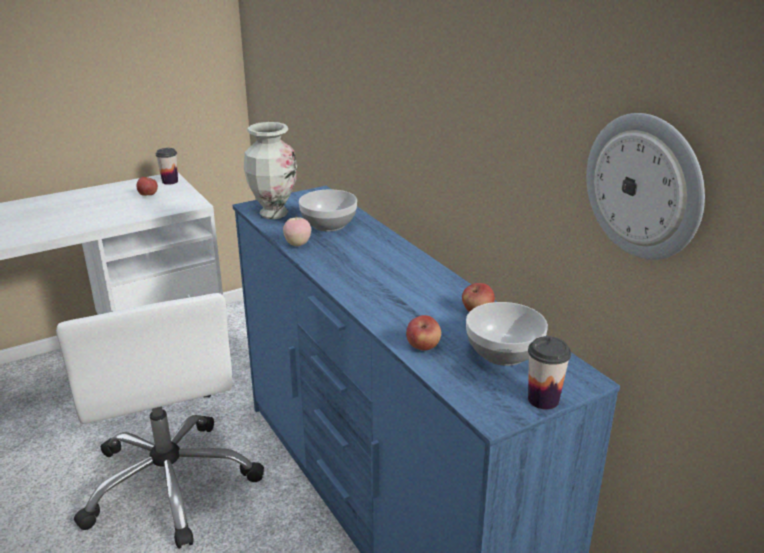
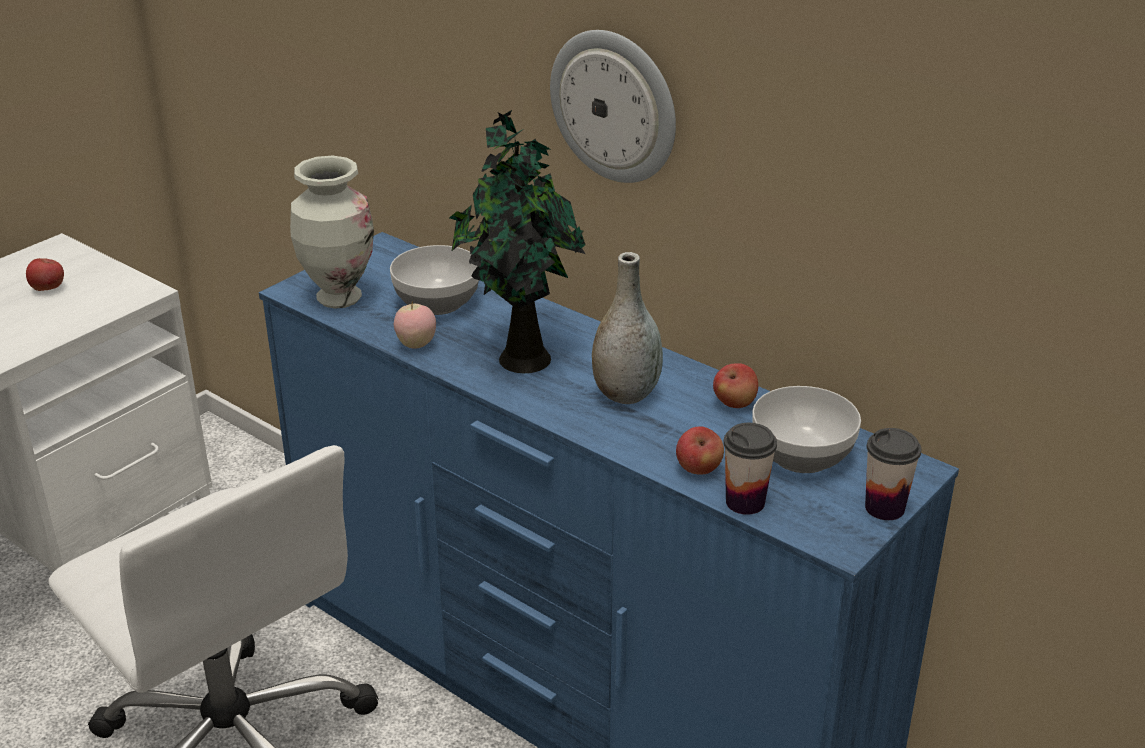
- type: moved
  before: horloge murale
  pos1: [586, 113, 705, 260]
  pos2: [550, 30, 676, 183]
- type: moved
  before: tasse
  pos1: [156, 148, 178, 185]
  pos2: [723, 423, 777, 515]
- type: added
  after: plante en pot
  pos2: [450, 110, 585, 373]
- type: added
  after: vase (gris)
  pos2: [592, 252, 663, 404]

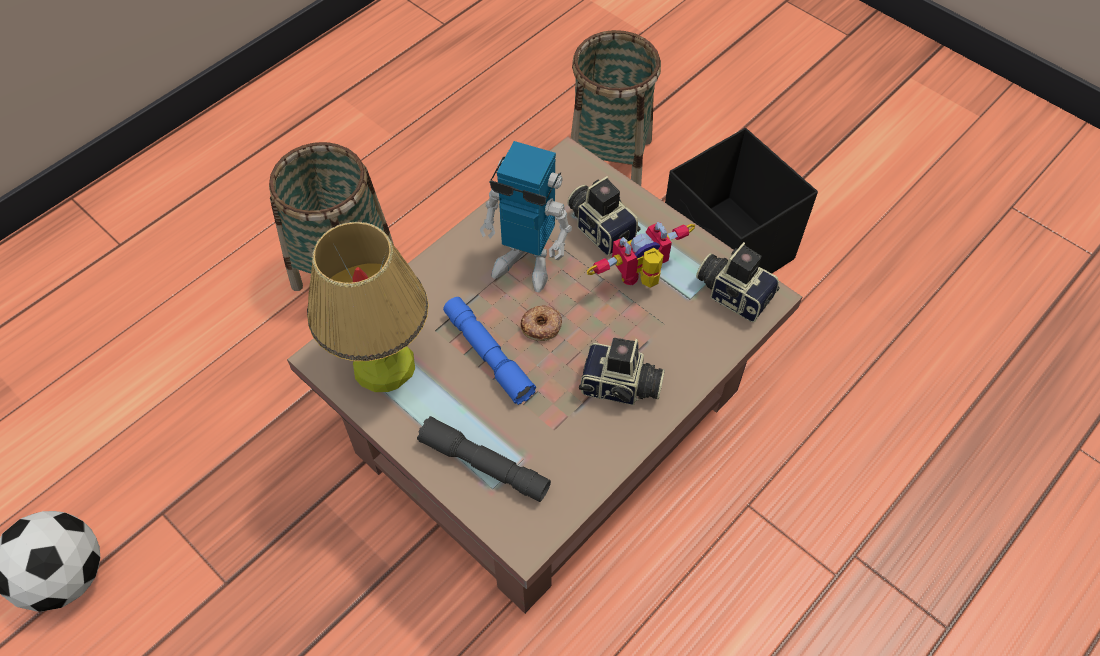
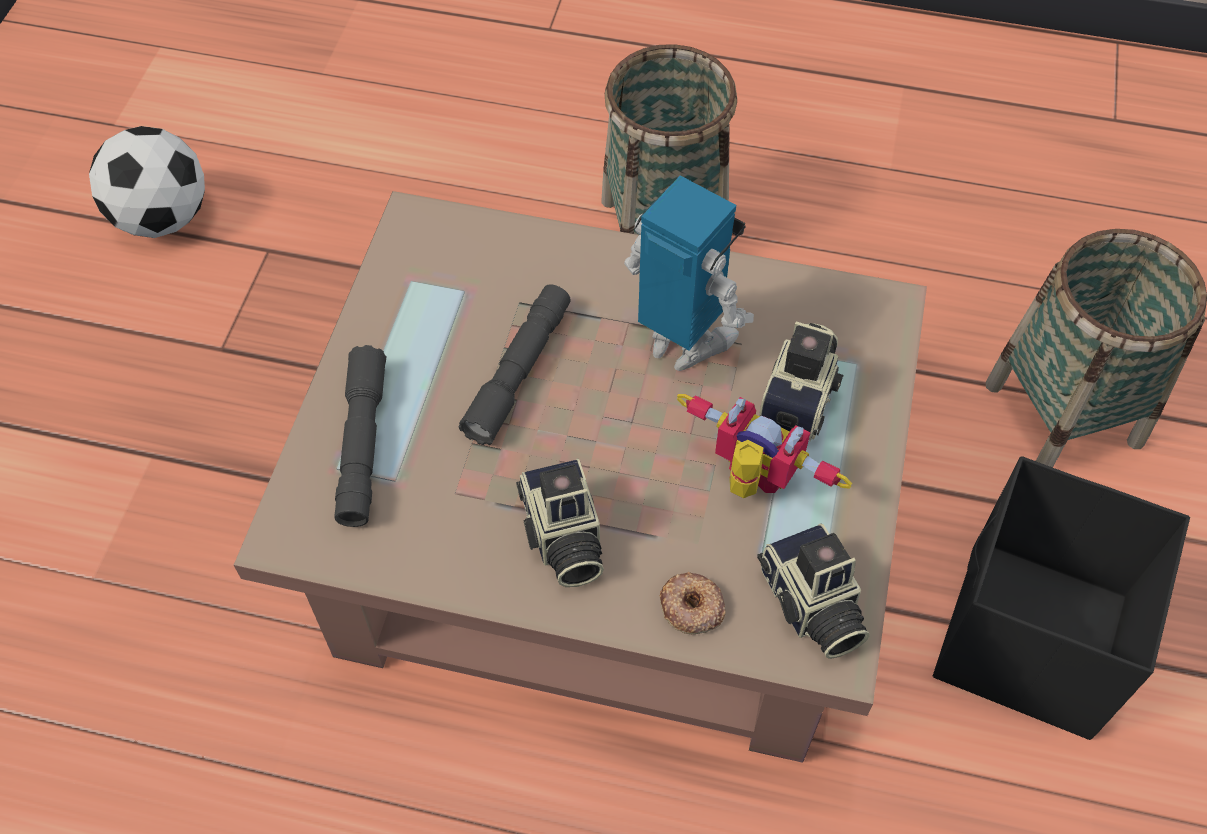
- type: turned
  before: robot jouet
  pos1: [480, 141, 572, 292]
  pos2: [624, 175, 754, 371]
  turn: 135
- type: removed
  before: lampe de table
  pos1: [307, 222, 428, 392]
- type: turned
  before: appareil photo
  pos1: [696, 242, 780, 322]
  pos2: [757, 523, 869, 659]
  turn: 150
- type: recoloured
  before: lampe de poche (bleu)
  after: lampe de poche (gris)
  pos1: [443, 297, 536, 405]
  pos2: [458, 284, 571, 445]
- type: moved
  before: beignet
  pos1: [520, 305, 562, 341]
  pos2: [660, 572, 726, 634]

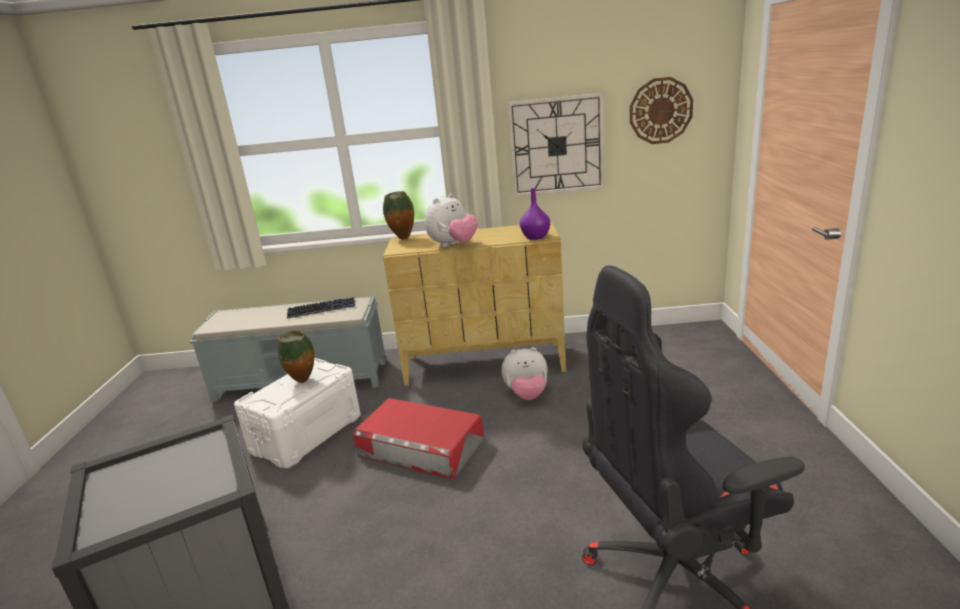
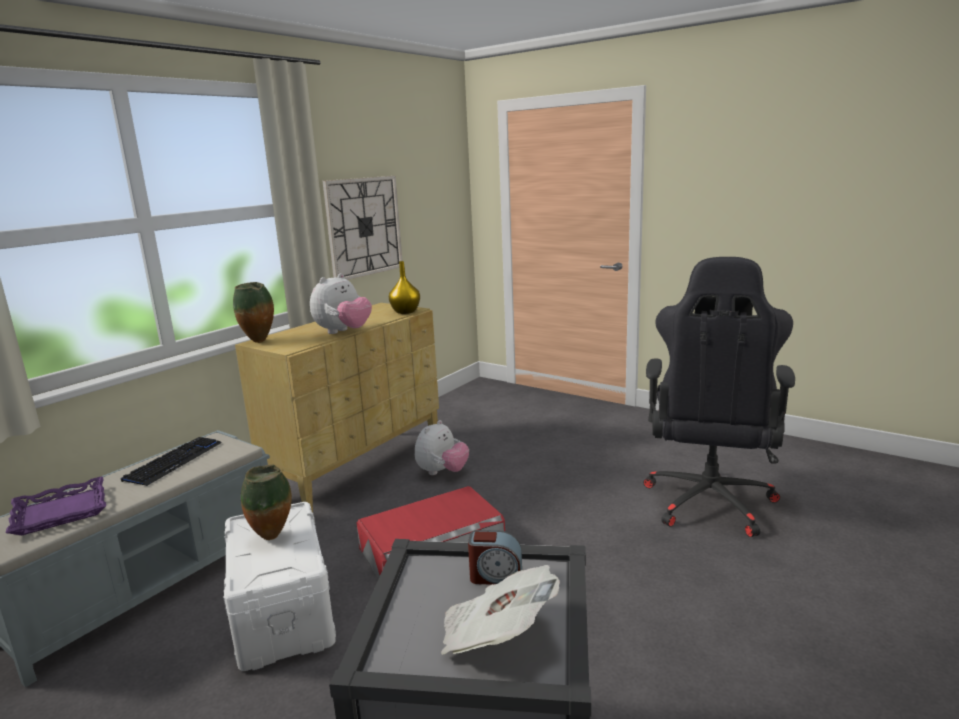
- type: removed
  before: horloge murale
  pos1: [630, 77, 693, 144]
- type: recoloured
  before: vase (violet)
  after: vase (jaune)
  pos1: [520, 188, 550, 240]
  pos2: [389, 261, 420, 314]
- type: turned
  before: peluche
  pos1: [425, 194, 478, 247]
  pos2: [310, 273, 372, 334]
  turn: 45
- type: added
  after: plateau (violet)
  pos2: [6, 477, 106, 535]
- type: added
  after: réveil
  pos2: [468, 530, 522, 585]
- type: added
  after: journal
  pos2: [441, 565, 560, 655]

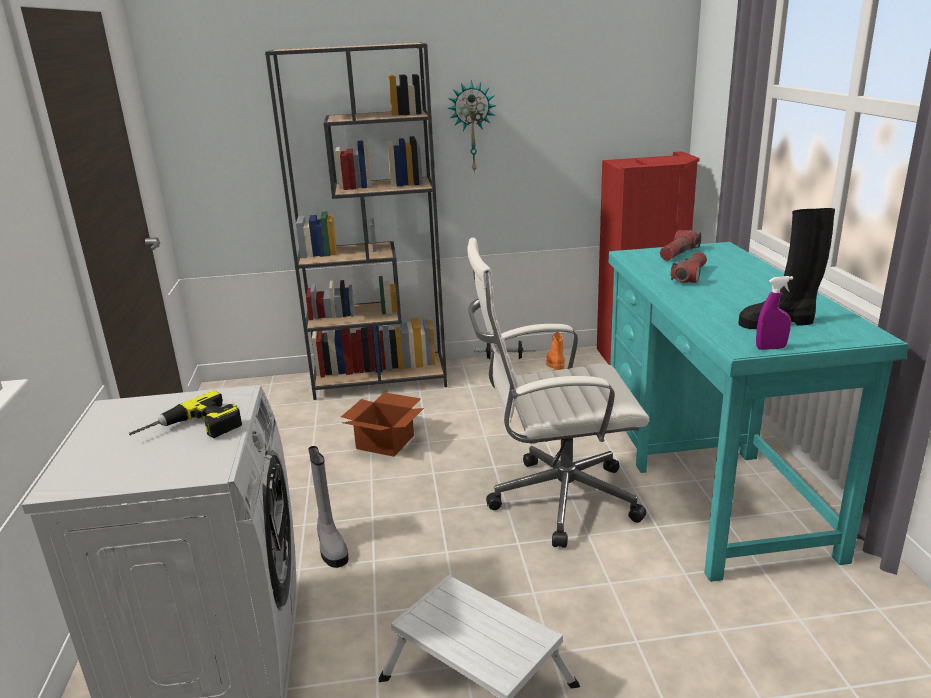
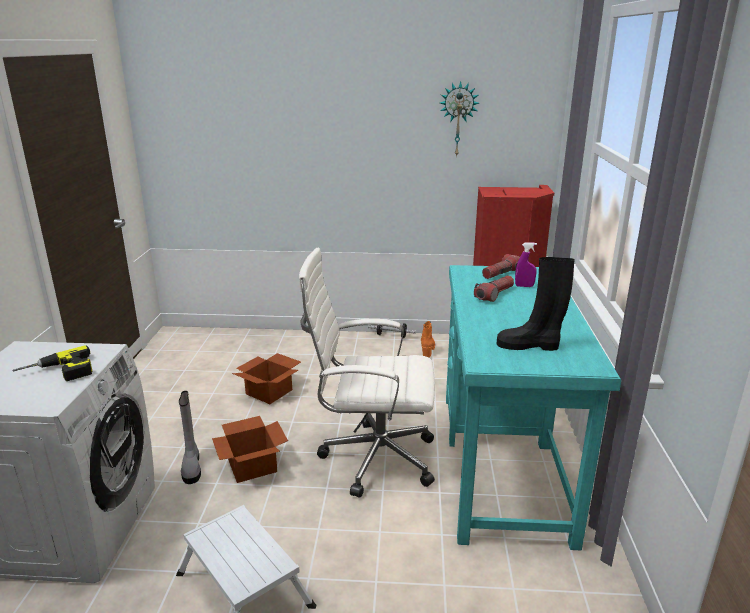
- type: removed
  before: bibliothèque
  pos1: [265, 43, 447, 400]
- type: moved
  before: horloge murale
  pos1: [447, 80, 497, 173]
  pos2: [440, 81, 479, 157]
- type: moved
  before: vaporisateur (violet)
  pos1: [756, 276, 793, 350]
  pos2: [515, 242, 537, 287]
- type: added
  after: carton
  pos2: [212, 416, 288, 483]

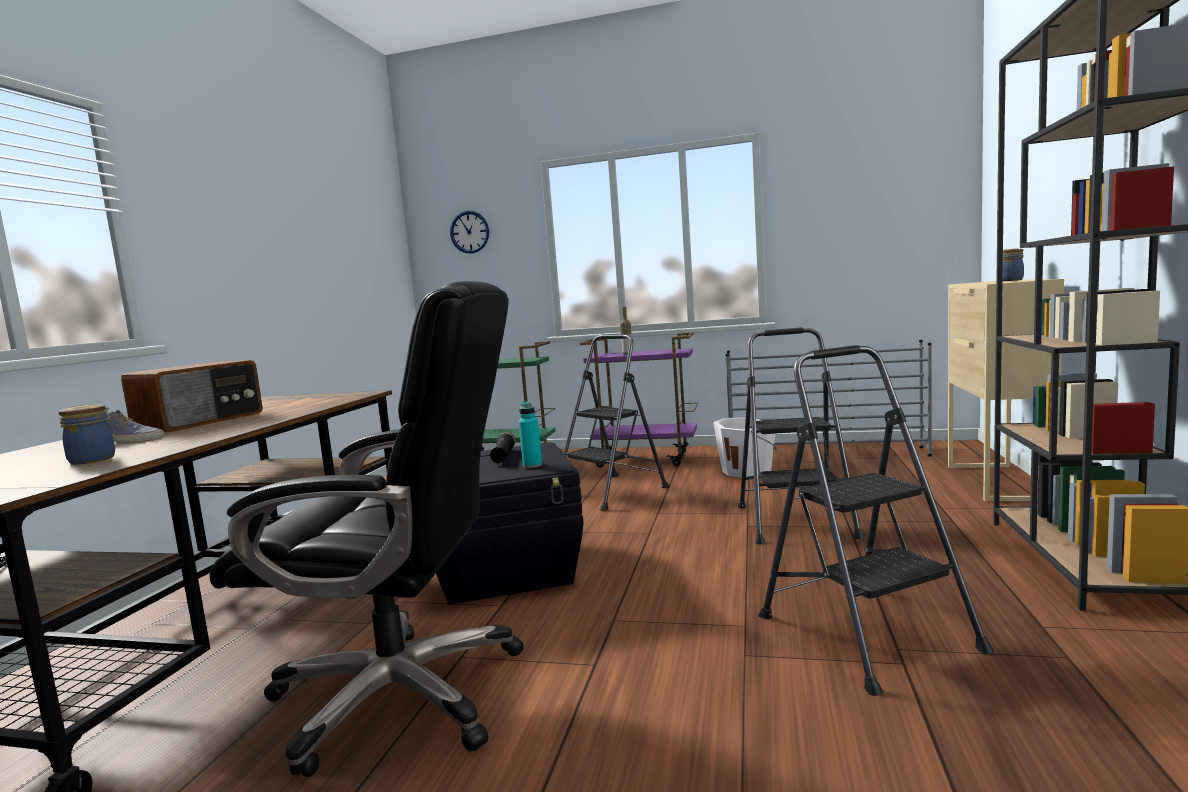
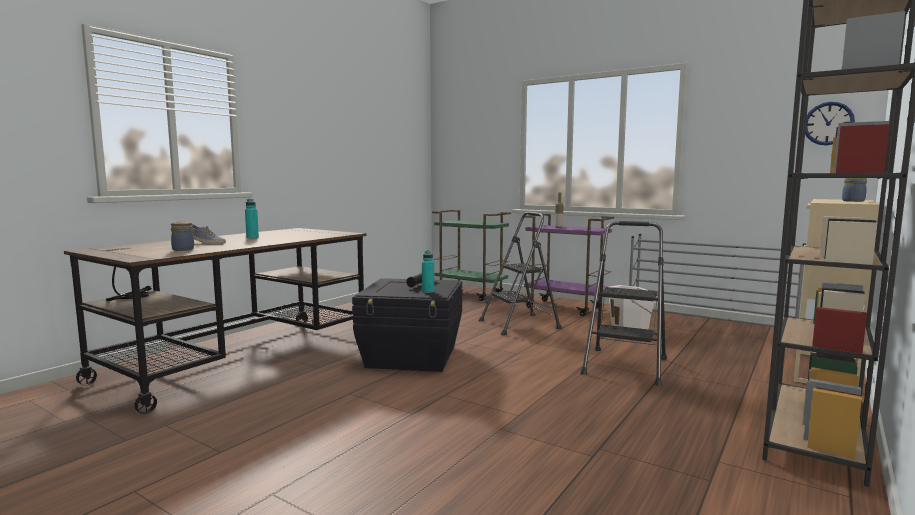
- type: moved
  before: horloge murale
  pos1: [450, 211, 489, 254]
  pos2: [805, 102, 855, 145]
- type: removed
  before: chaise de bureau (noir)
  pos1: [209, 281, 524, 777]
- type: removed
  before: escabeau (noir)
  pos1: [758, 345, 994, 696]
- type: replaced
  before: radio
  after: bouteille (turquoise)
  pos1: [121, 360, 263, 432]
  pos2: [245, 199, 259, 239]

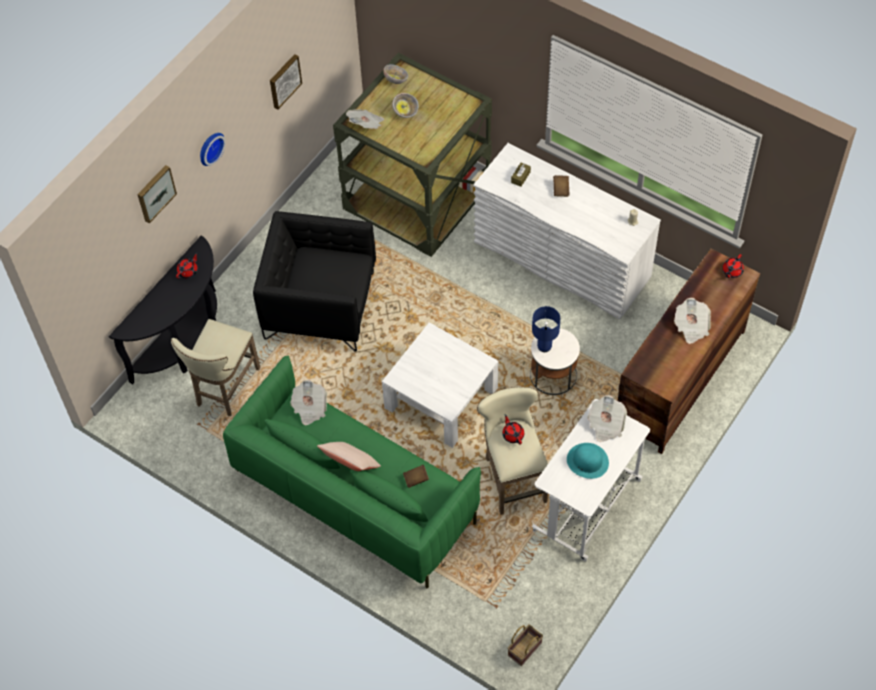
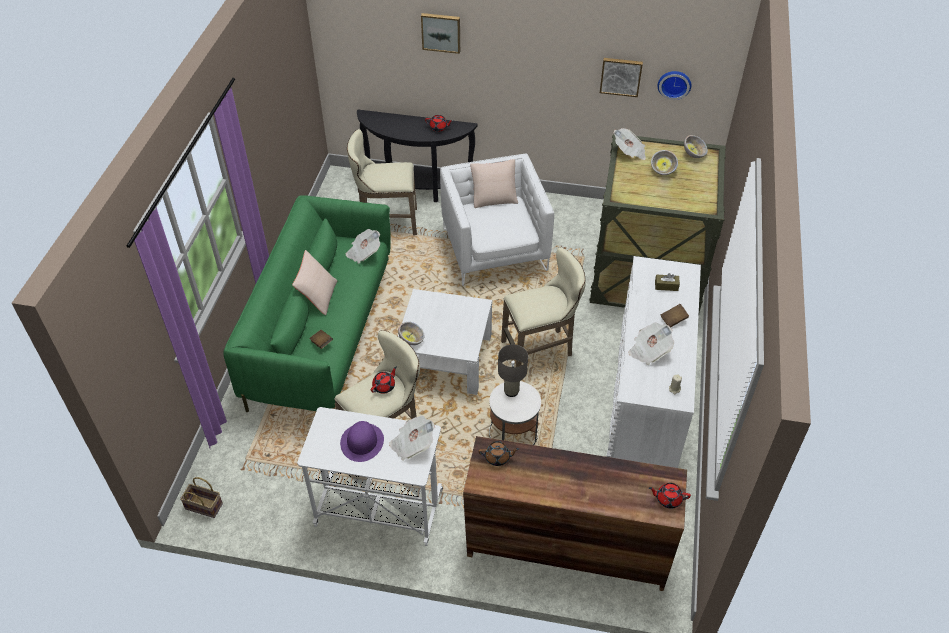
- type: moved
  before: horloge murale
  pos1: [200, 133, 226, 166]
  pos2: [658, 71, 691, 100]
- type: recoloured
  before: fauteuil (noir)
  after: fauteuil (blanc)
  pos1: [253, 211, 376, 352]
  pos2: [440, 153, 554, 286]
- type: moved
  before: journal
  pos1: [674, 298, 711, 344]
  pos2: [628, 322, 674, 365]
- type: recoloured
  before: lampe de table (bleu)
  after: lampe de table (gris)
  pos1: [532, 306, 560, 352]
  pos2: [498, 344, 528, 397]
- type: recoloured
  before: chapeau (turquoise)
  after: chapeau (violet)
  pos1: [567, 443, 609, 479]
  pos2: [340, 421, 384, 462]
- type: added
  after: coussin (beige)
  pos2: [470, 159, 518, 208]
- type: added
  after: tabouret (beige)
  pos2: [501, 247, 586, 367]
- type: added
  after: bol
  pos2: [398, 322, 425, 345]
- type: added
  after: théière (marron)
  pos2: [478, 441, 519, 466]

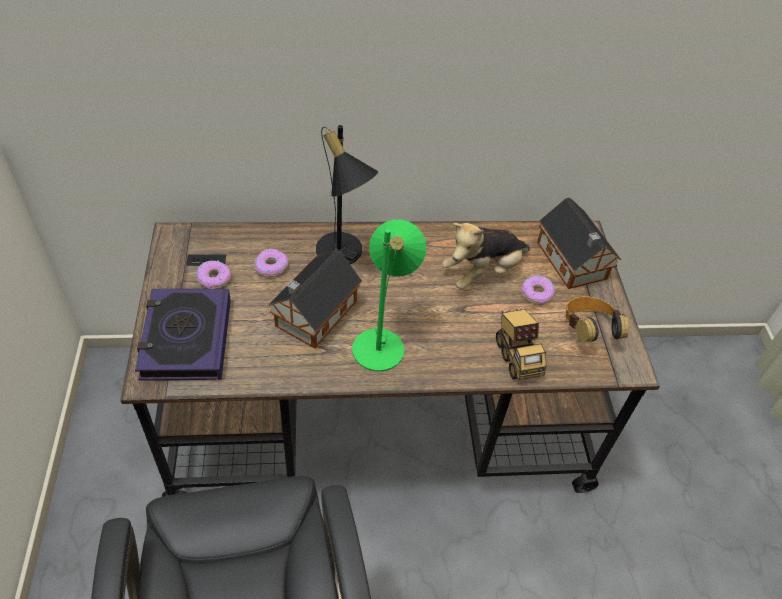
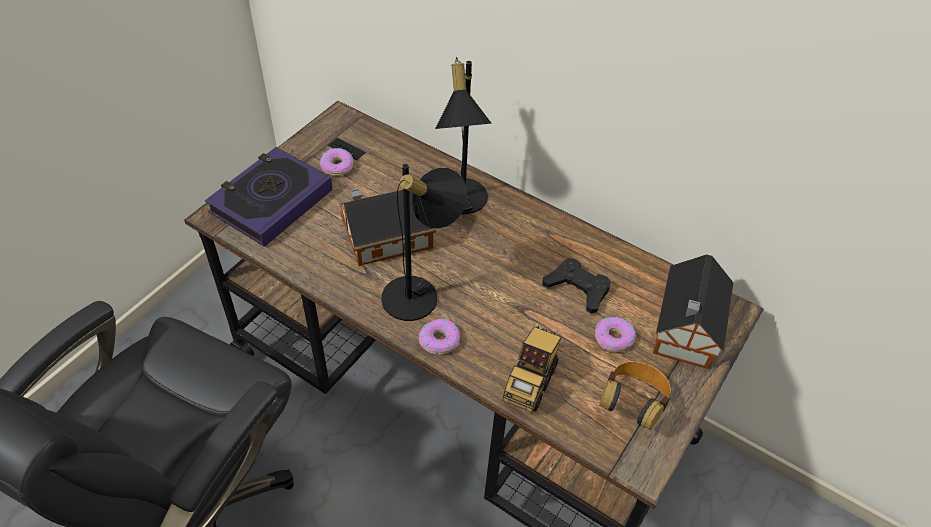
- type: recoloured
  before: lampe de table (vert)
  after: lampe de table (noir)
  pos1: [352, 219, 426, 371]
  pos2: [381, 164, 467, 321]
- type: replaced
  before: peluche
  after: manette (noir)
  pos1: [442, 223, 530, 290]
  pos2: [542, 258, 611, 314]
- type: moved
  before: beignet
  pos1: [255, 249, 289, 277]
  pos2: [419, 319, 460, 355]

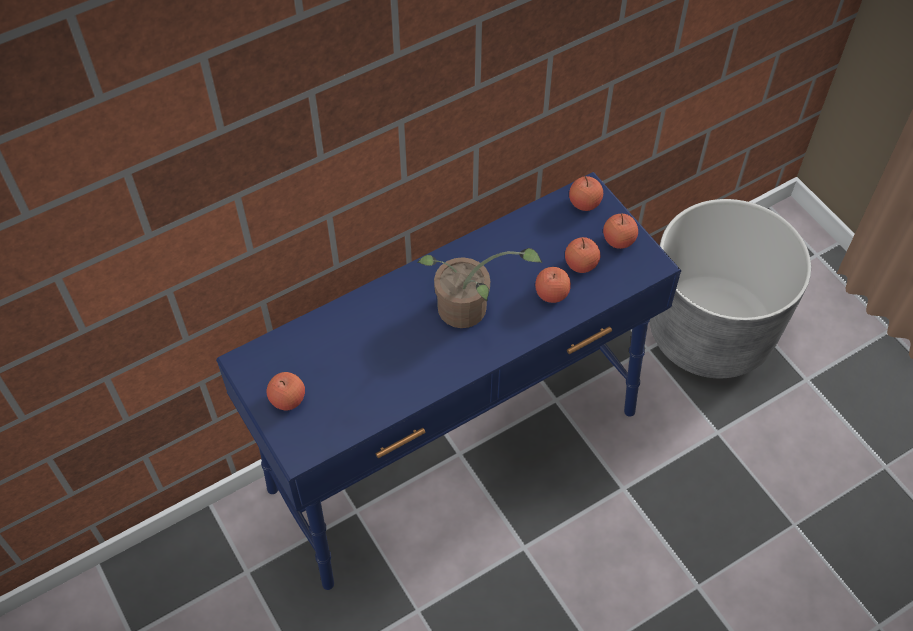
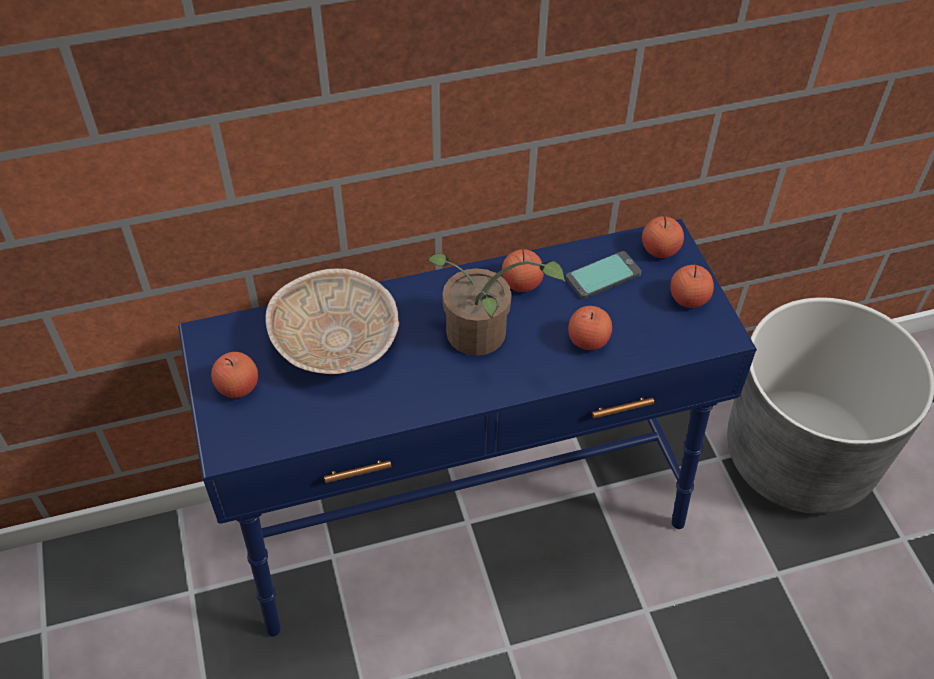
- type: moved
  before: pomme
  pos1: [565, 237, 600, 273]
  pos2: [502, 248, 544, 292]
- type: added
  after: téléphone
  pos2: [566, 251, 642, 299]
- type: added
  after: bol (beige)
  pos2: [266, 268, 399, 374]

